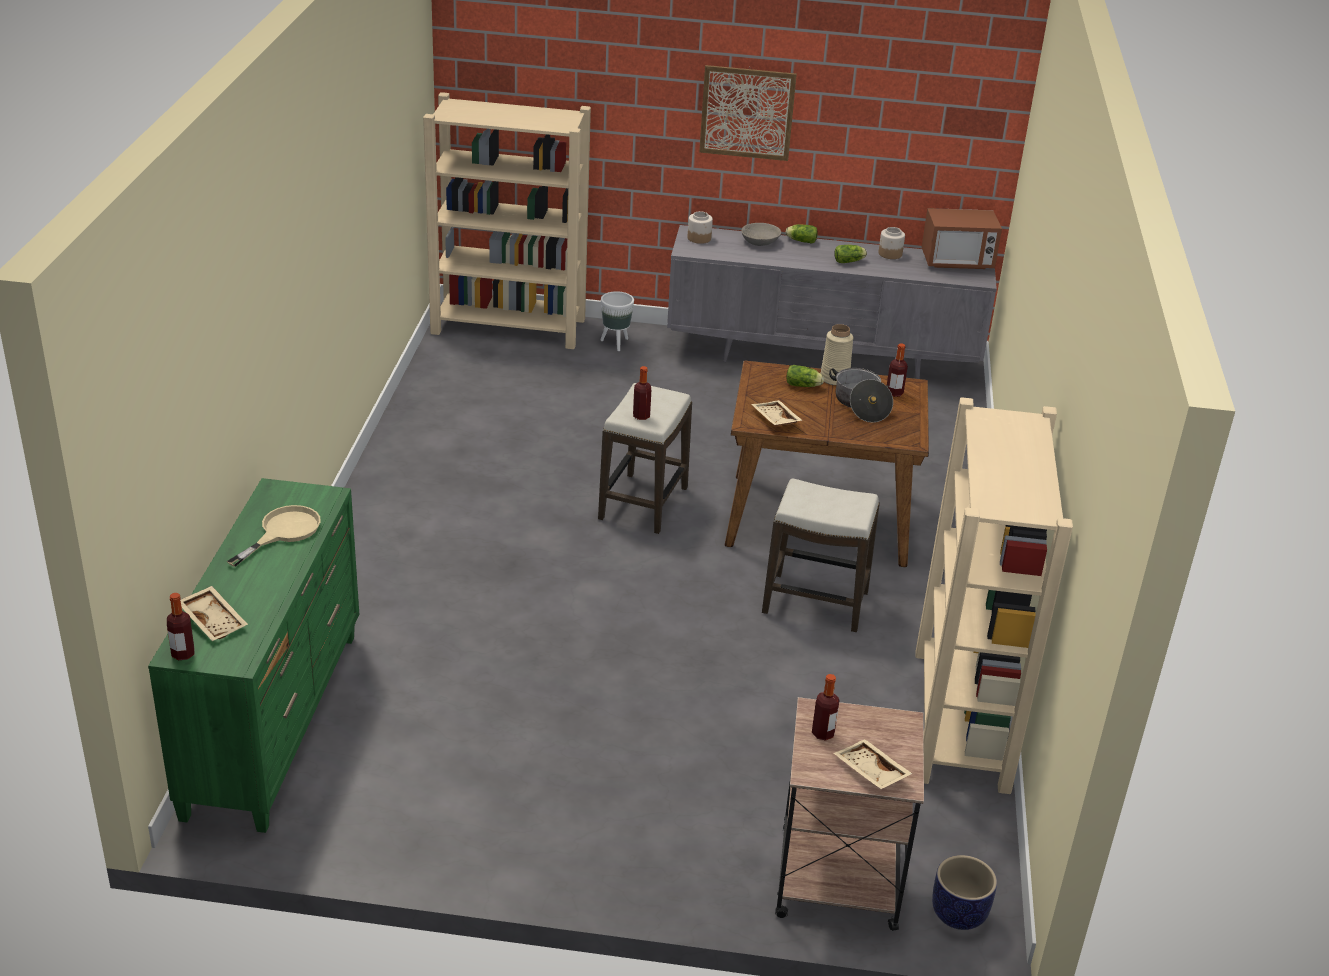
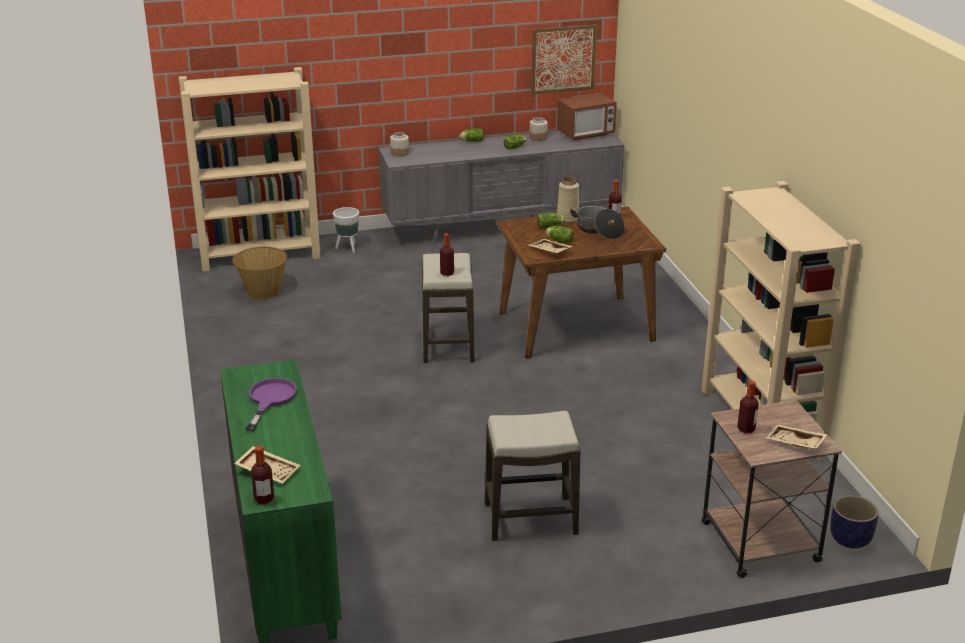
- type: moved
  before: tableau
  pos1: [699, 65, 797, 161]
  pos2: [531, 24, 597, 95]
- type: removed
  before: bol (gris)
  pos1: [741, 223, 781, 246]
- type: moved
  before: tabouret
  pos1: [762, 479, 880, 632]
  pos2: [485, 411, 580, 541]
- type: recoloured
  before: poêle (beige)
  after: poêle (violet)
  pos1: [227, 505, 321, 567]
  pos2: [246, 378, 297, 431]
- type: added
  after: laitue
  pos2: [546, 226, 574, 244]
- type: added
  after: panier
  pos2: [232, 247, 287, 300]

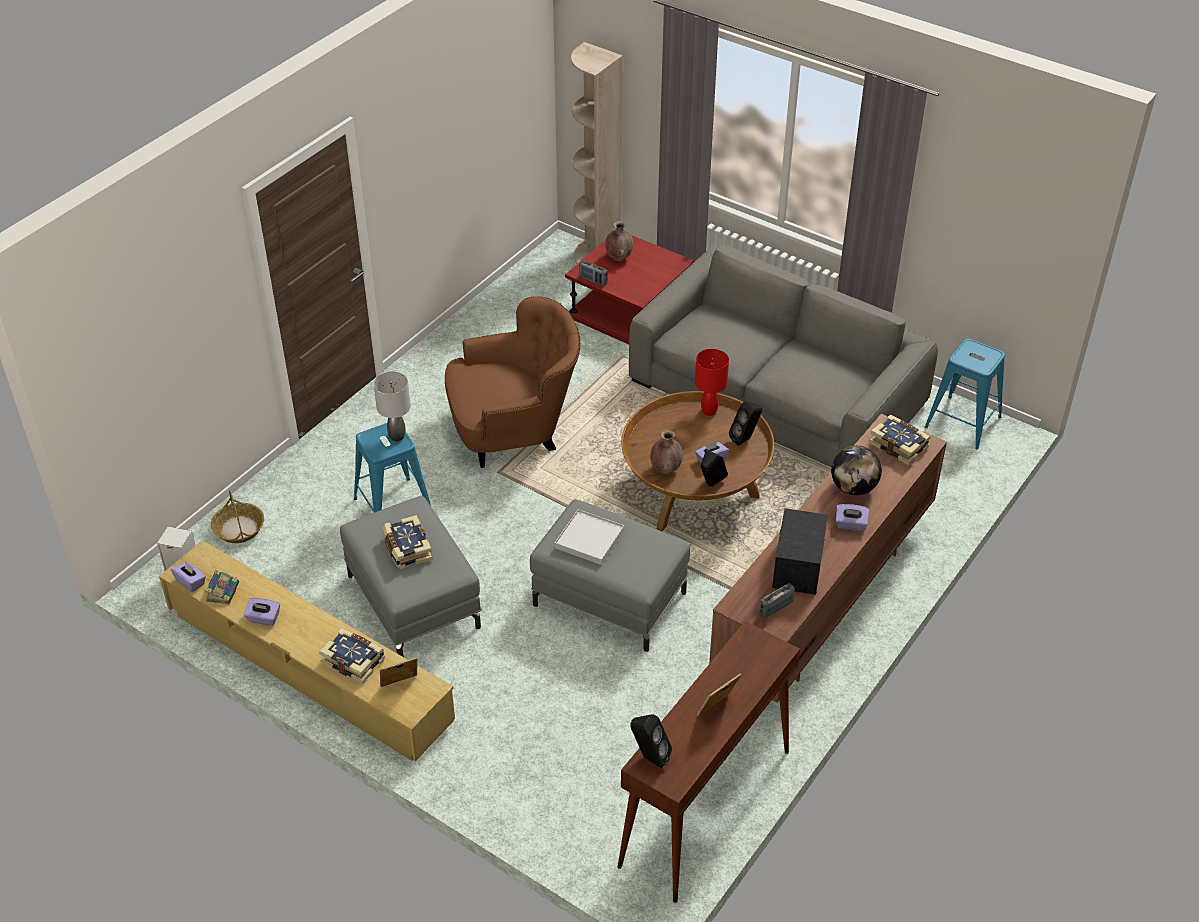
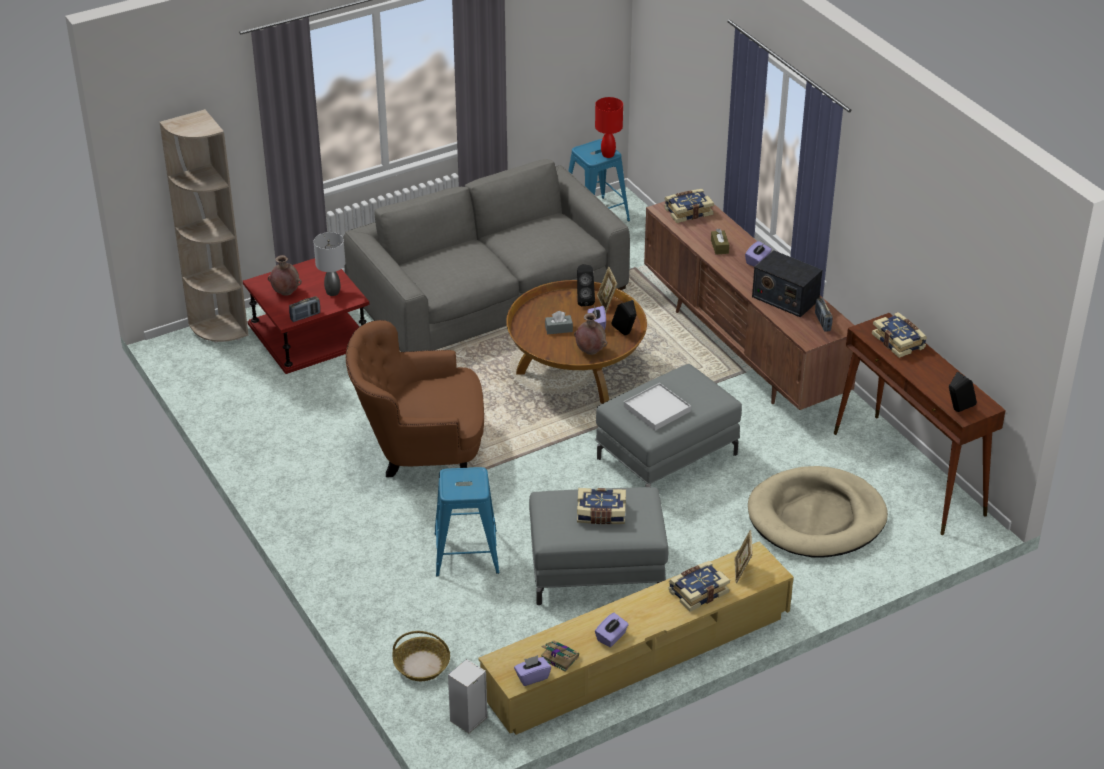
- type: turned
  before: fauteuil (marron)
  pos1: [445, 296, 581, 468]
  pos2: [346, 320, 484, 477]
  turn: -105
- type: moved
  before: lampe de table (rouge)
  pos1: [695, 349, 729, 416]
  pos2: [595, 97, 623, 158]
- type: moved
  before: lampe de table (gris)
  pos1: [373, 371, 411, 441]
  pos2: [314, 232, 345, 296]
- type: replaced
  before: globe
  after: boîte à mouchoirs (marron)
  pos1: [831, 446, 882, 495]
  pos2: [711, 229, 729, 255]
- type: moved
  before: cadre photo
  pos1: [697, 673, 742, 716]
  pos2: [597, 266, 617, 313]
- type: added
  after: boîte à mouchoirs (gris)
  pos2: [545, 311, 573, 334]
- type: added
  after: livre
  pos2: [872, 312, 927, 358]
- type: added
  after: panier pour chien (beige)
  pos2: [748, 466, 888, 558]

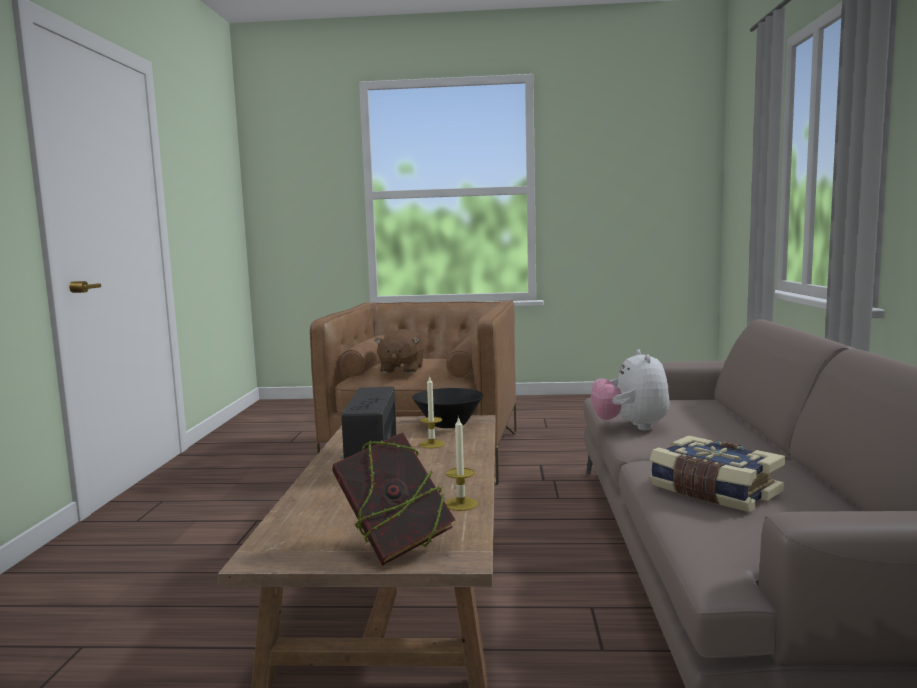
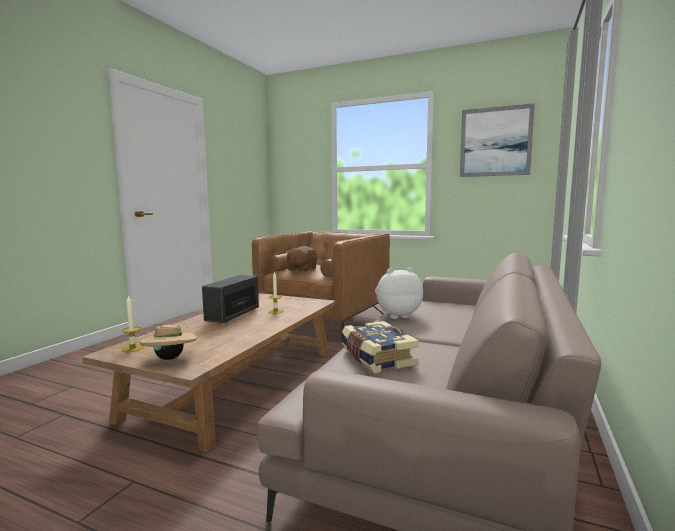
- type: turned
  before: peluche
  pos1: [591, 349, 670, 430]
  pos2: [375, 268, 423, 319]
  turn: 60
- type: removed
  before: bol (noir)
  pos1: [412, 388, 484, 428]
- type: moved
  before: bougie
  pos1: [445, 416, 478, 511]
  pos2: [122, 296, 144, 352]
- type: replaced
  before: livre
  after: chapeau (beige)
  pos1: [332, 432, 455, 566]
  pos2: [140, 323, 197, 360]
- type: added
  after: tableau
  pos2: [460, 103, 535, 177]

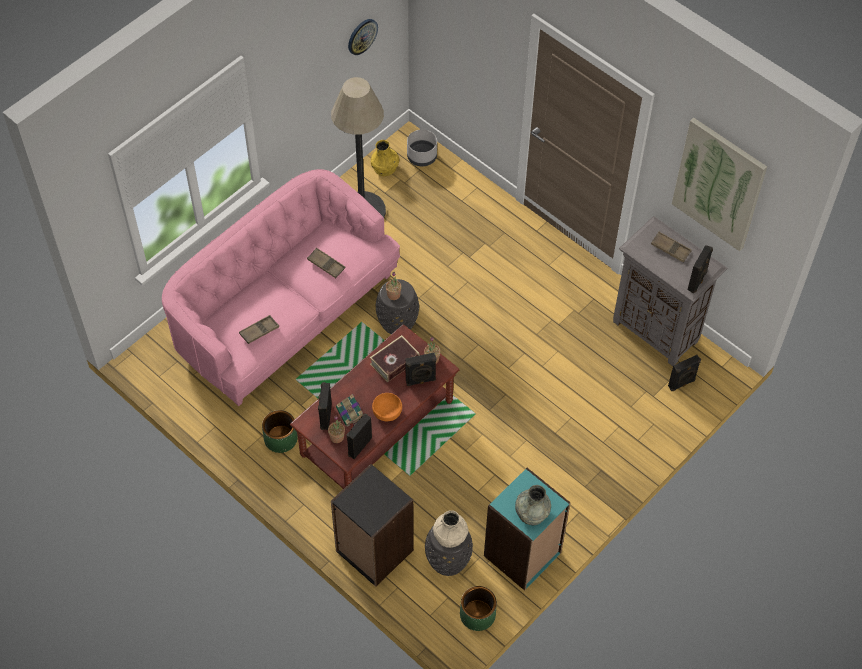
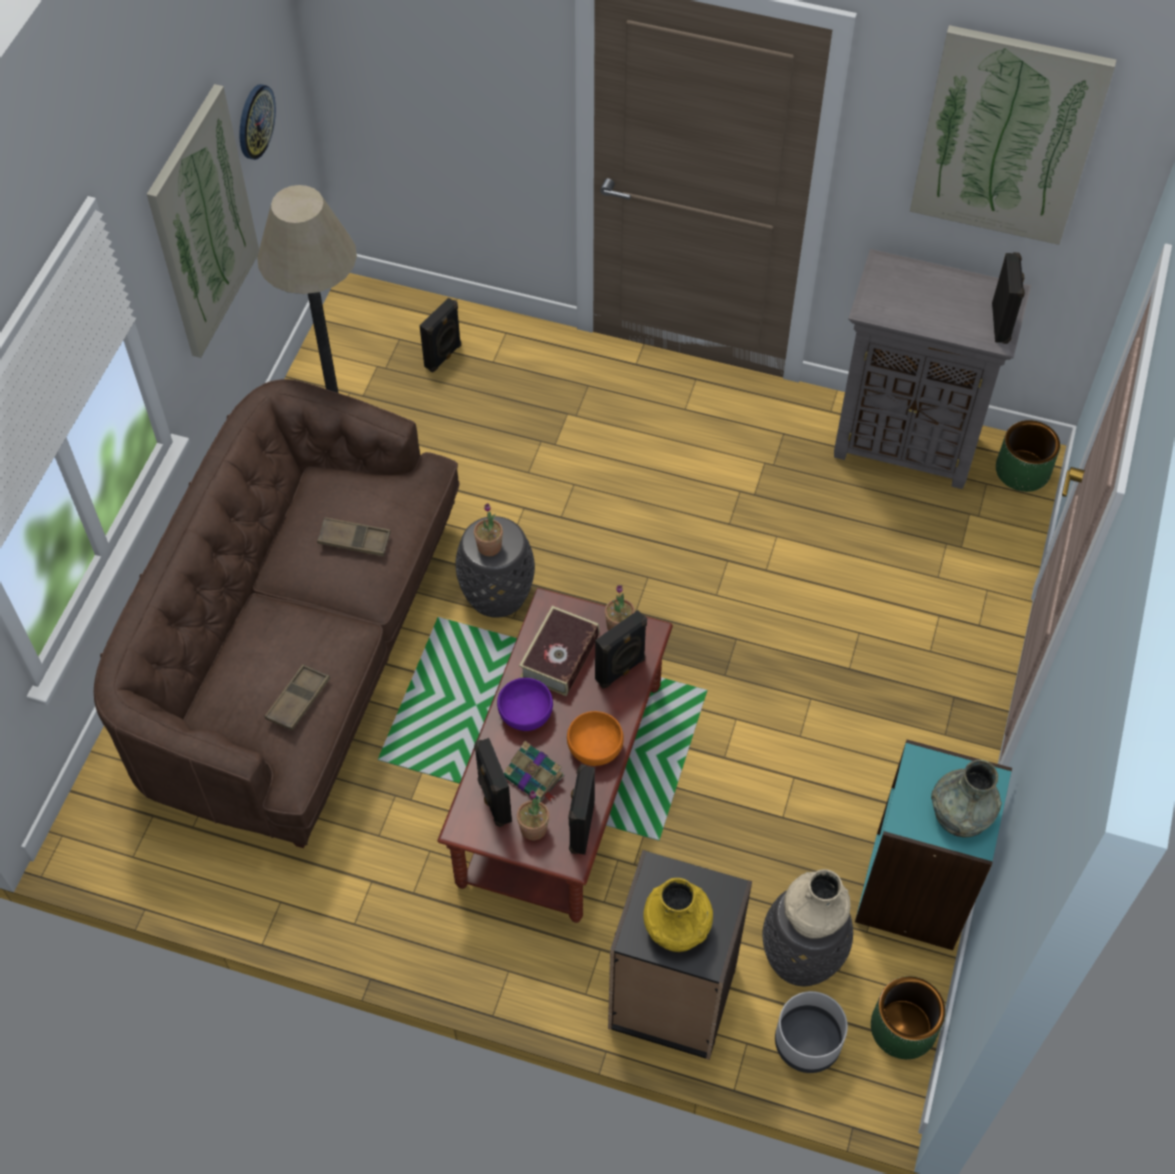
- type: moved
  before: cache-pot (gris)
  pos1: [407, 130, 437, 166]
  pos2: [775, 991, 848, 1073]
- type: moved
  before: vase (jaune)
  pos1: [371, 140, 399, 176]
  pos2: [643, 878, 713, 952]
- type: recoloured
  before: canapé (rose)
  after: canapé (marron)
  pos1: [162, 169, 400, 406]
  pos2: [94, 379, 459, 848]
- type: removed
  before: plateau (marron)
  pos1: [651, 232, 692, 263]
- type: moved
  before: enceinte (noir)
  pos1: [668, 355, 701, 391]
  pos2: [420, 298, 461, 373]
- type: moved
  before: cache-pot (vert)
  pos1: [262, 410, 298, 453]
  pos2: [996, 420, 1060, 492]
- type: added
  after: tableau
  pos2: [147, 84, 259, 358]
- type: added
  after: bol (violet)
  pos2: [497, 678, 553, 731]

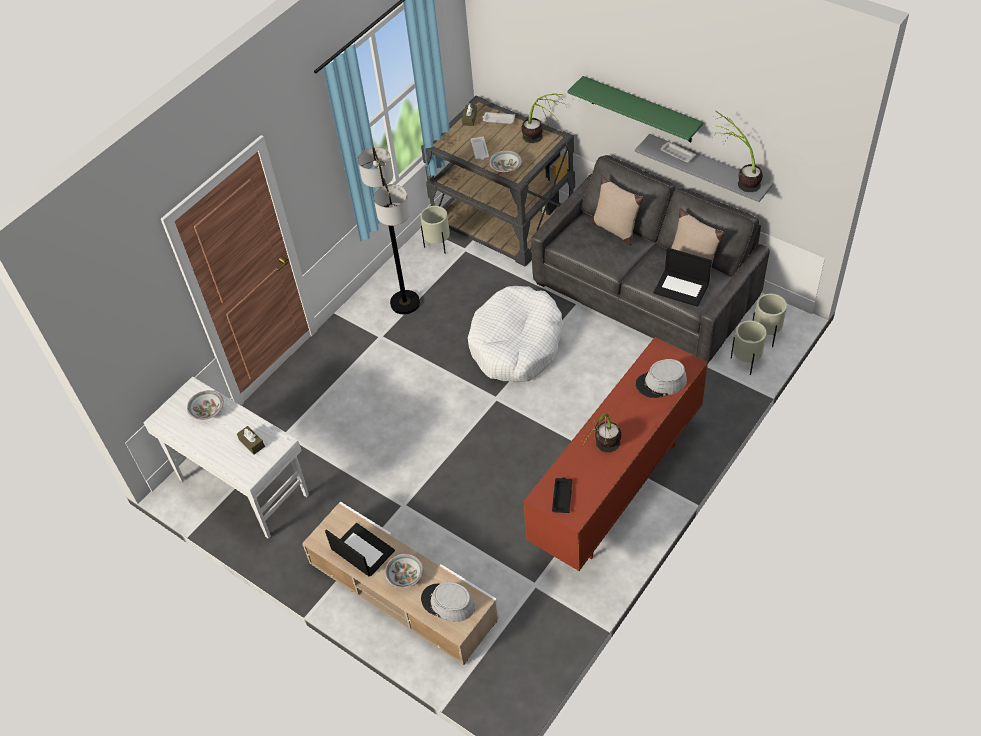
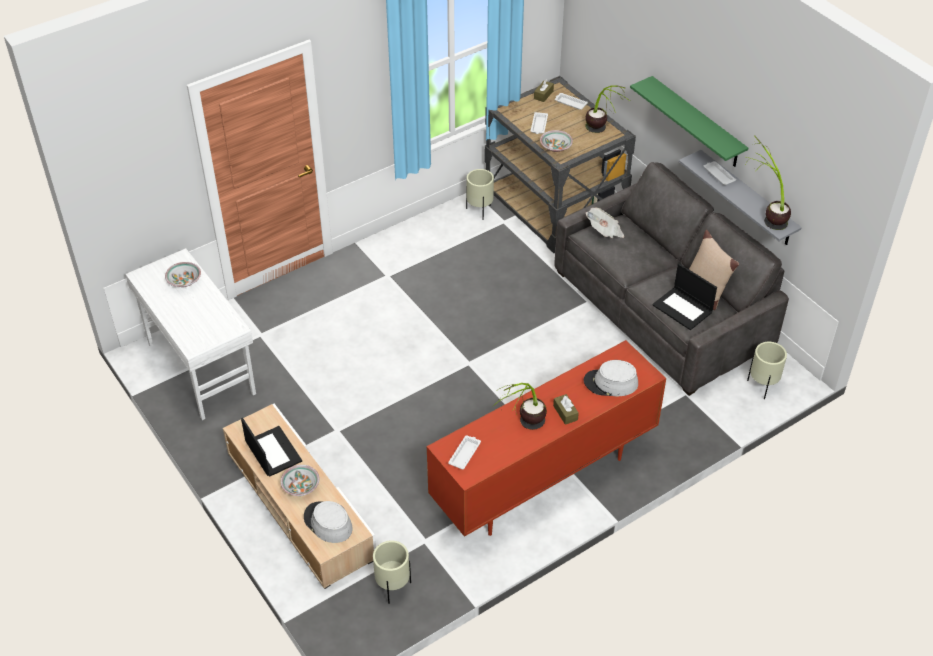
- type: removed
  before: lampadaire
  pos1: [358, 147, 420, 314]
- type: removed
  before: coussin (beige)
  pos1: [591, 175, 643, 245]
- type: removed
  before: panier pour chien (blanc)
  pos1: [468, 286, 564, 382]
- type: moved
  before: cache-pot (beige)
  pos1: [731, 320, 766, 375]
  pos2: [373, 540, 411, 604]
- type: moved
  before: boîte à mouchoirs (marron)
  pos1: [237, 426, 265, 454]
  pos2: [553, 394, 579, 425]
- type: recoloured
  before: plateau (noir)
  after: plateau (blanc)
  pos1: [552, 477, 572, 513]
  pos2: [448, 435, 481, 470]
- type: added
  after: journal
  pos2: [586, 208, 625, 238]

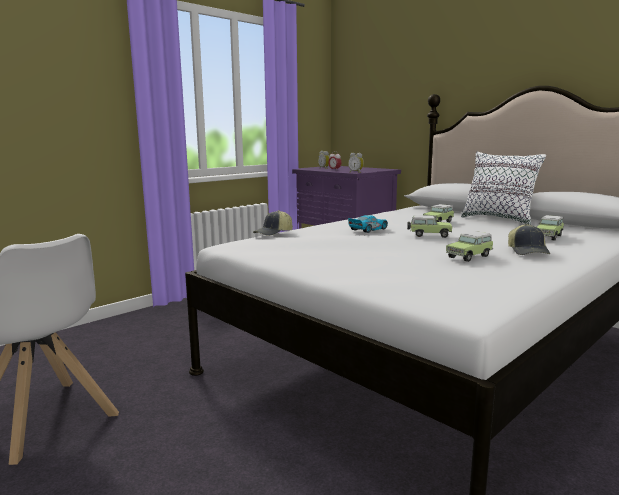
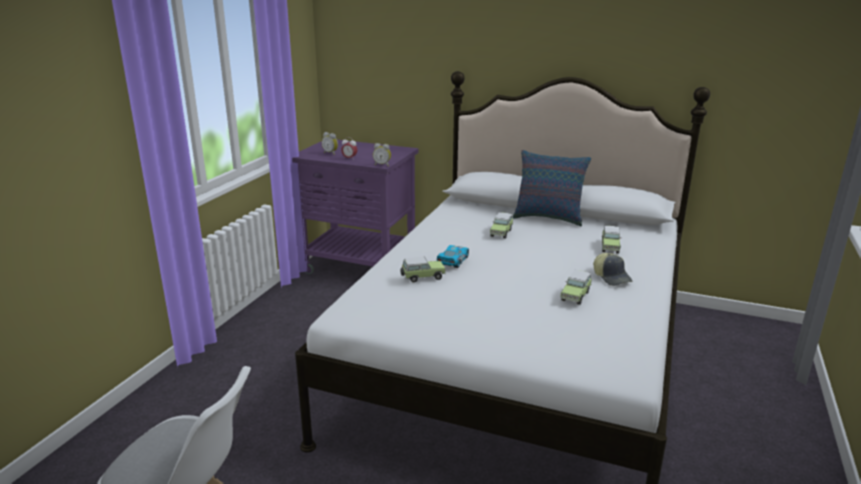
- type: recoloured
  before: coussin (blanc)
  after: coussin (bleu)
  pos1: [461, 152, 546, 225]
  pos2: [513, 150, 591, 226]
- type: removed
  before: casquette
  pos1: [253, 210, 293, 236]
- type: moved
  before: petite voiture
  pos1: [407, 215, 452, 238]
  pos2: [400, 256, 446, 282]

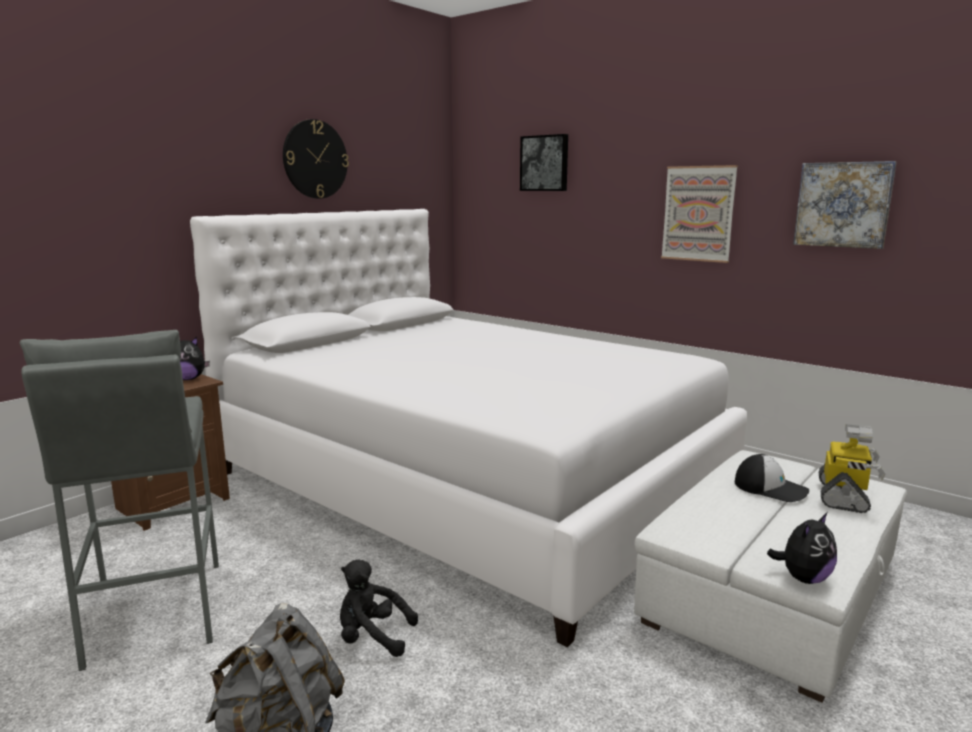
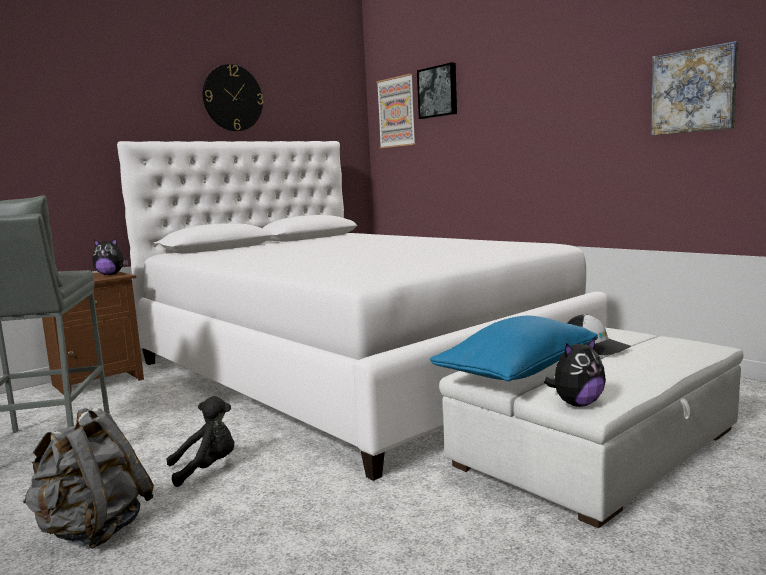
- type: moved
  before: tableau
  pos1: [661, 165, 738, 263]
  pos2: [376, 73, 416, 148]
- type: removed
  before: robot jouet
  pos1: [819, 424, 886, 513]
- type: turned
  before: peluche (noir)
  pos1: [340, 560, 418, 657]
  pos2: [166, 396, 235, 487]
  turn: 135
- type: added
  after: coussin (bleu)
  pos2: [430, 316, 598, 381]

